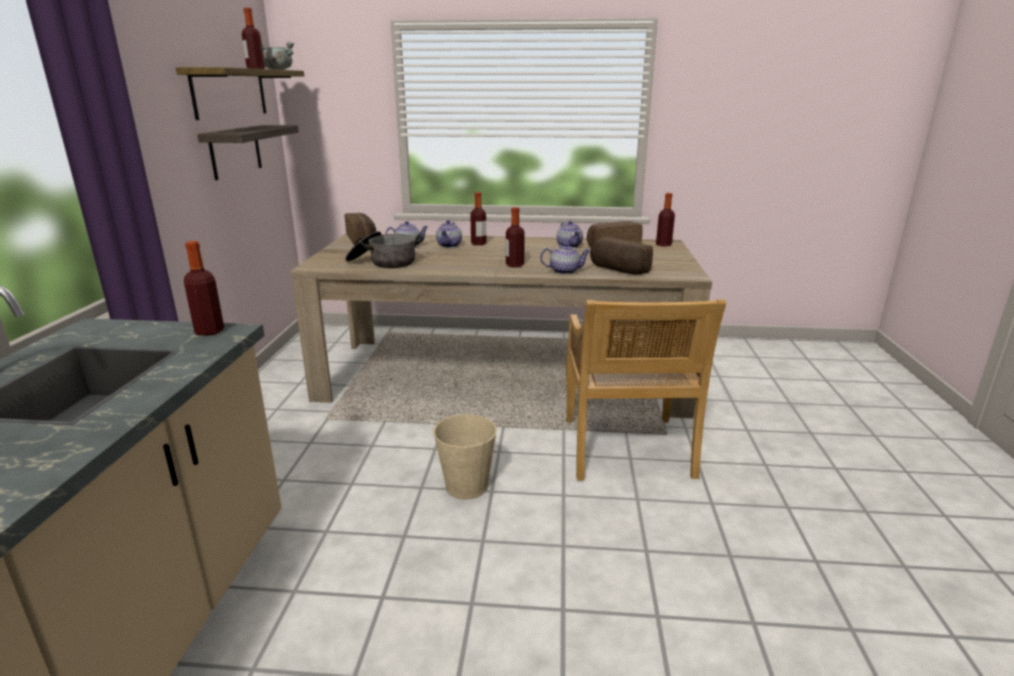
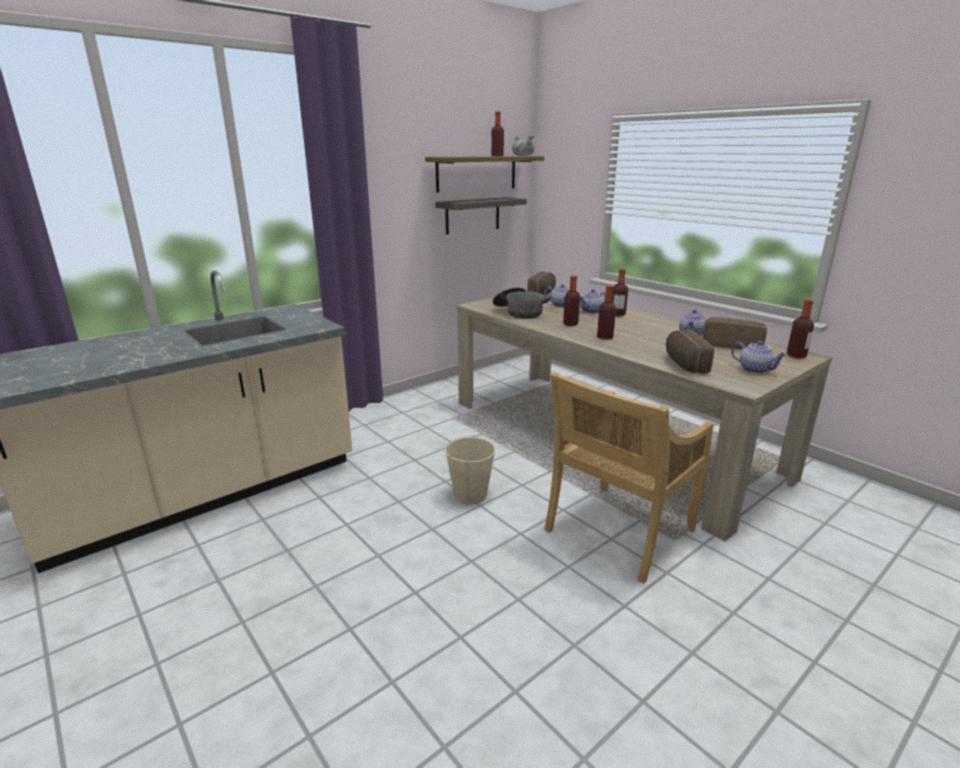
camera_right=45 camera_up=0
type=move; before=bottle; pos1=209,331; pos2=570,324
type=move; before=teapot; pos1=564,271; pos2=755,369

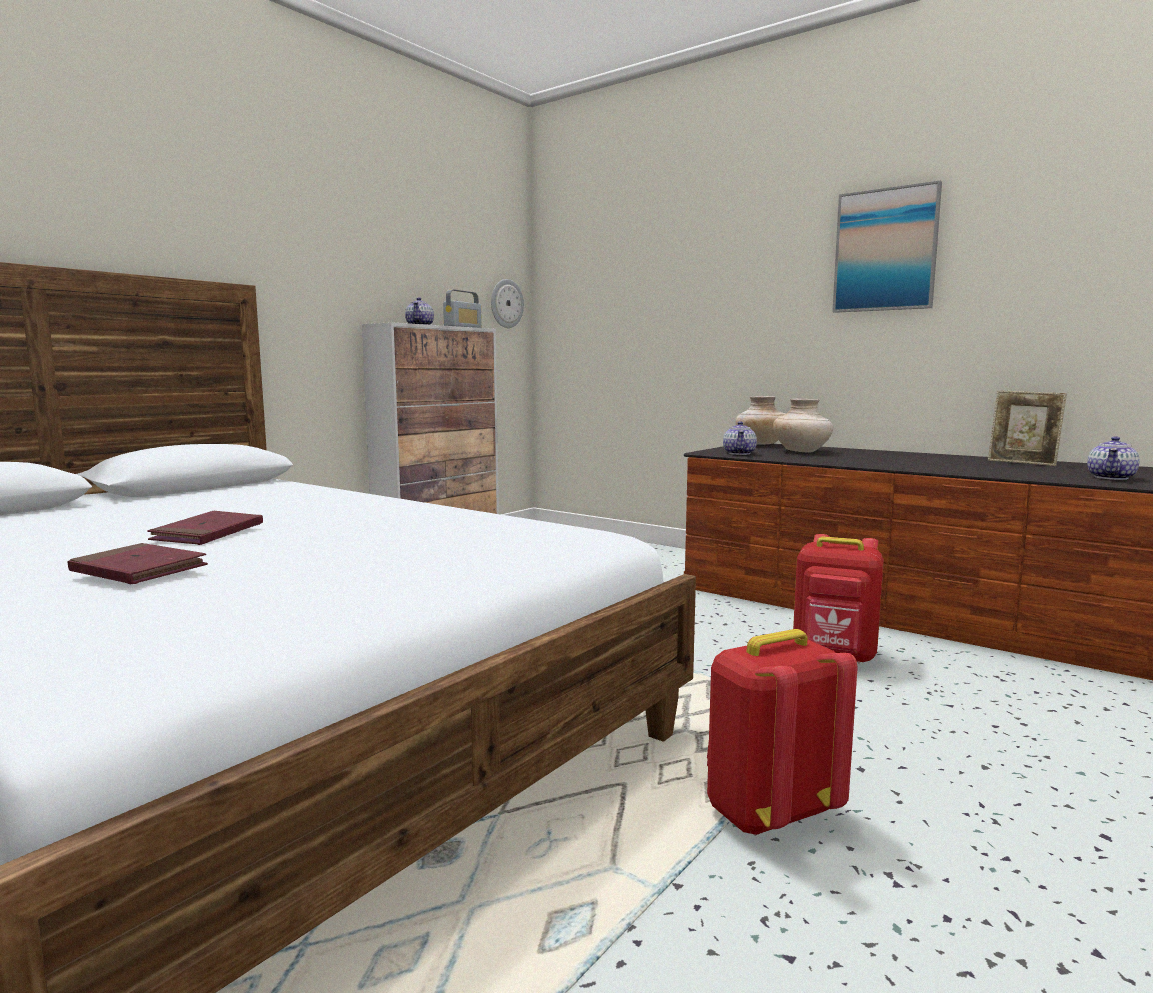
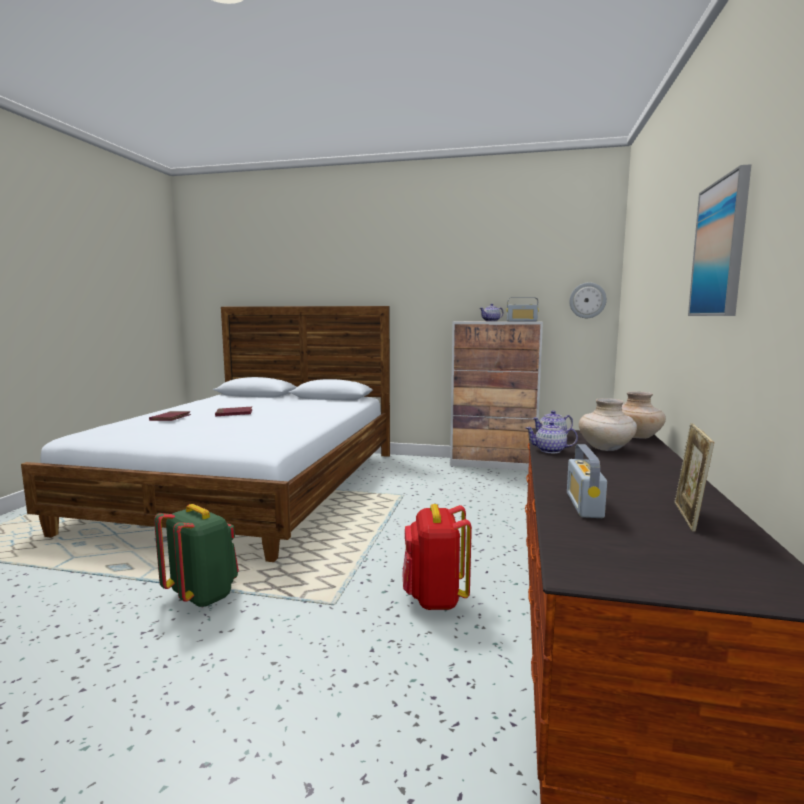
camera_right=65 camera_up=0
type=insert; after=radio; pos2=584,505
type=move; before=teapot; pos1=1111,477; pos2=550,450
type=recolor; before=red backpack; after=green backpack; pos1=768,813; pos2=202,595

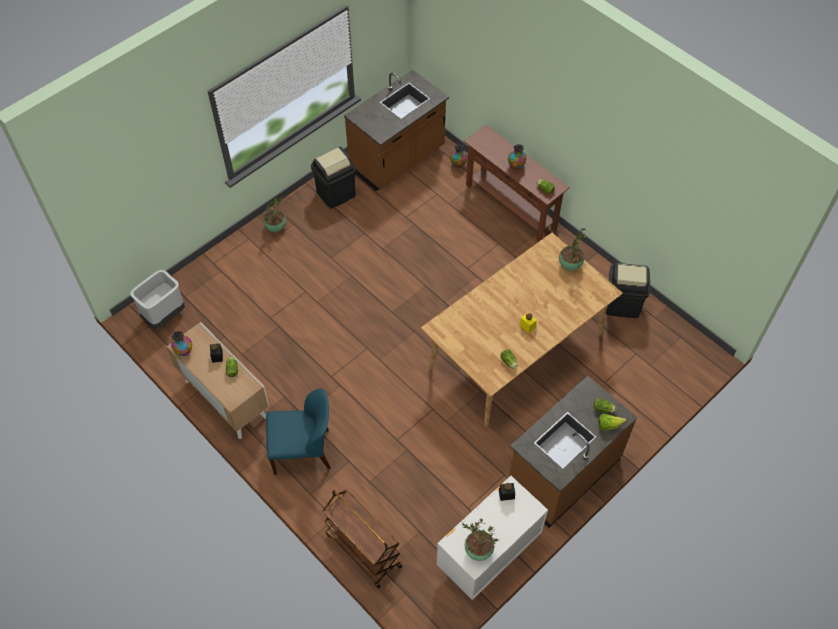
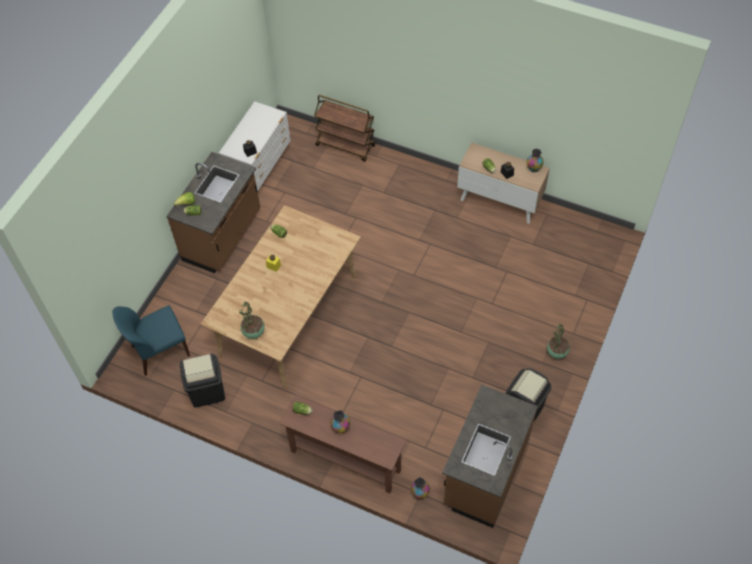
camera_right=160 camera_up=0
type=delete; before=grey trash can; pos1=164,315
type=delete; before=potted plant; pos1=477,550
type=move; before=blue chair; pos1=303,451; pos2=159,351

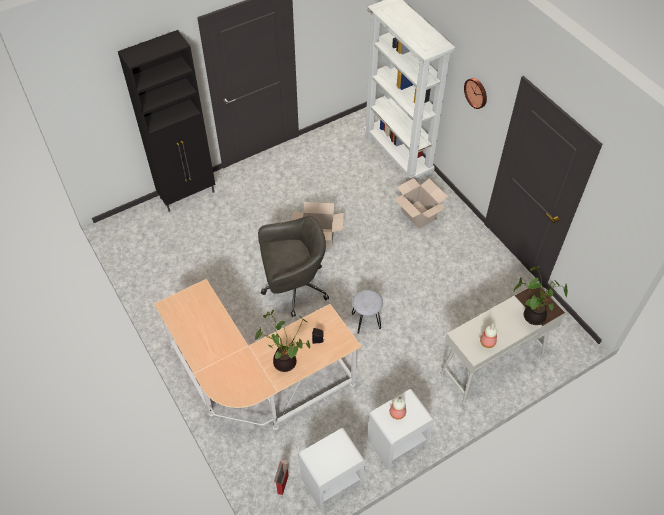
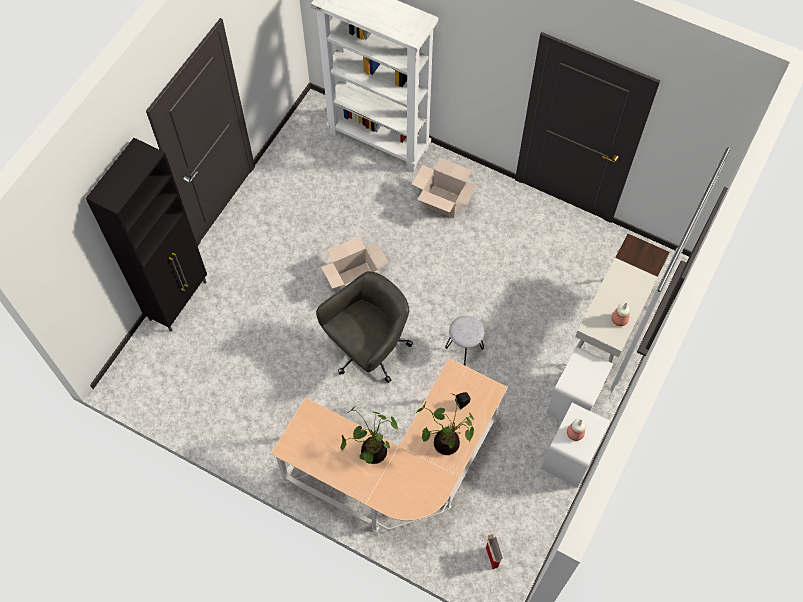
camera_right=-30 camera_up=10
type=delete; before=wall clock; pos1=476,92
type=move; before=white nightstand; pos1=331,481; pos2=574,401
type=move; before=potted plant; pos1=532,315; pos2=372,450

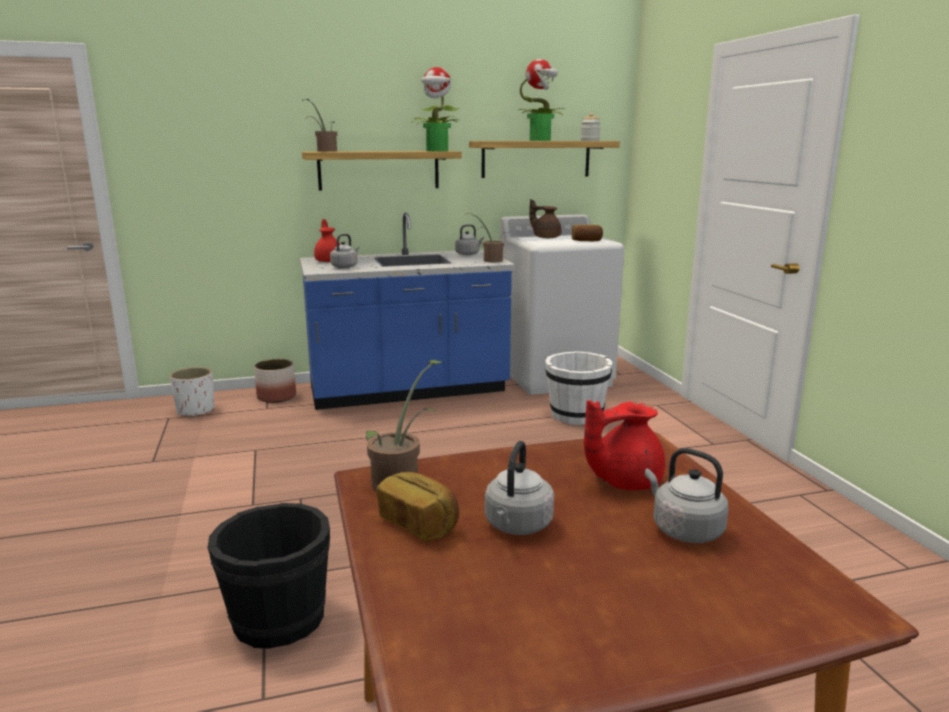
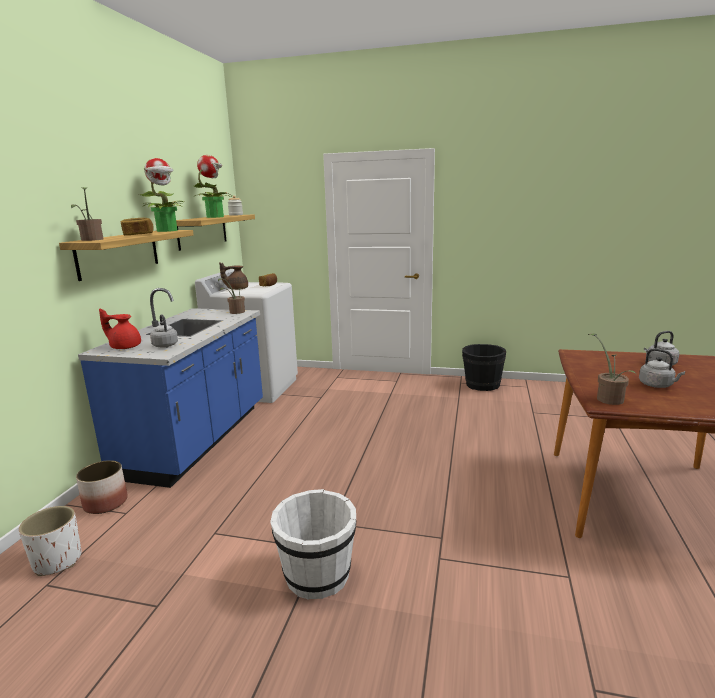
camera_right=-60 camera_up=0
type=delete; before=grey kettle; pos1=468,254
type=delete; before=red teapot; pos1=623,481
type=move; before=black bucket; pos1=278,618; pos2=482,385
type=move; before=bread; pos1=419,523; pos2=138,234
type=move; before=white bucket; pos1=576,415; pos2=317,576

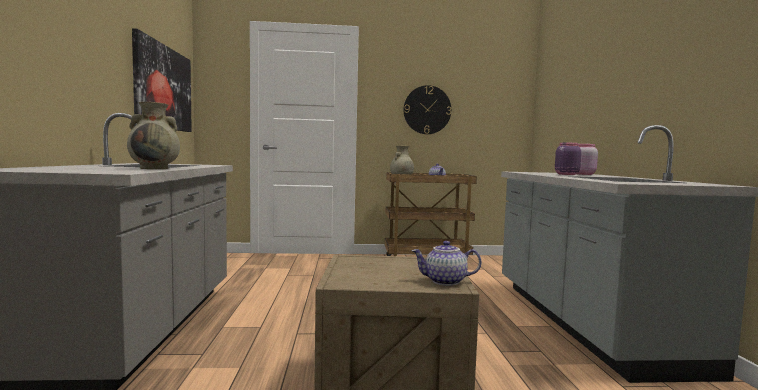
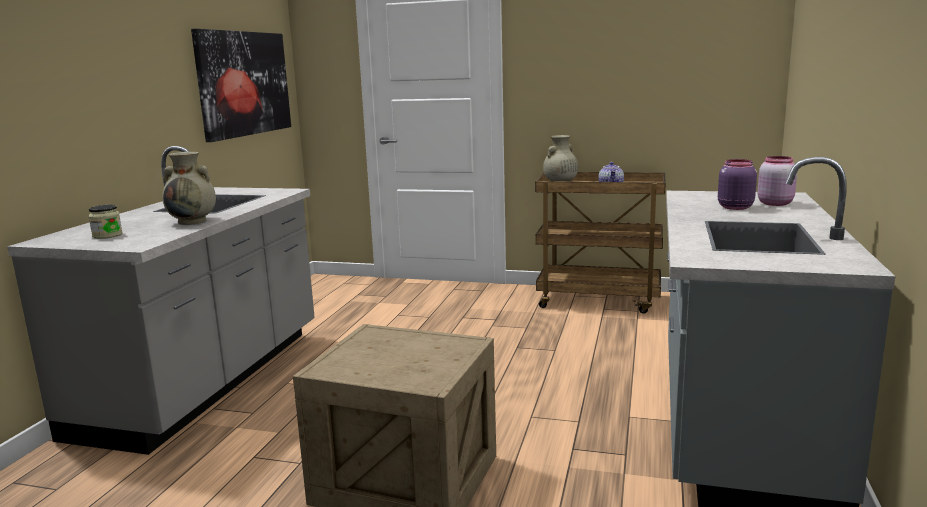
camera_right=20 camera_up=10
type=delete; before=wall clock; pos1=427,110
type=delete; before=teapot; pos1=445,281
type=insert; after=jar; pos2=107,235

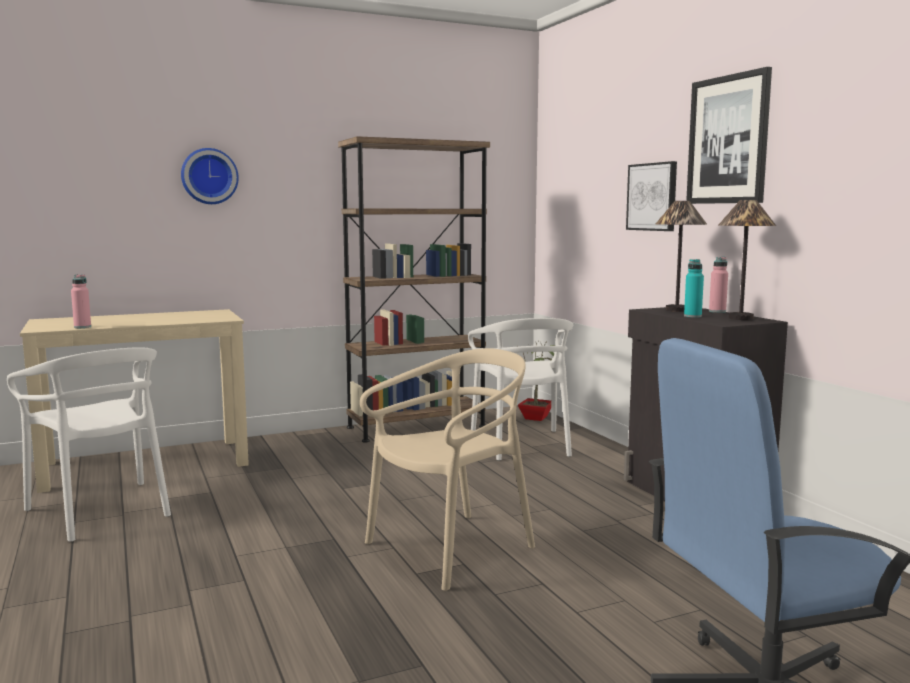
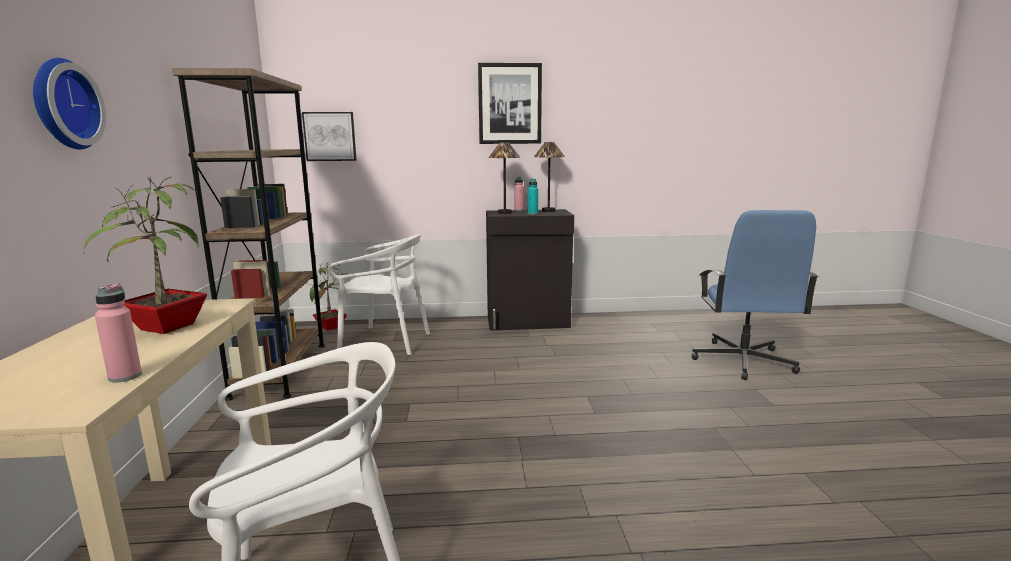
camera_right=-70 camera_up=5
type=delete; before=beige chair; pos1=451,548
type=insert; after=potted plant; pos2=164,328
type=move; before=picture; pos1=652,197; pos2=330,136

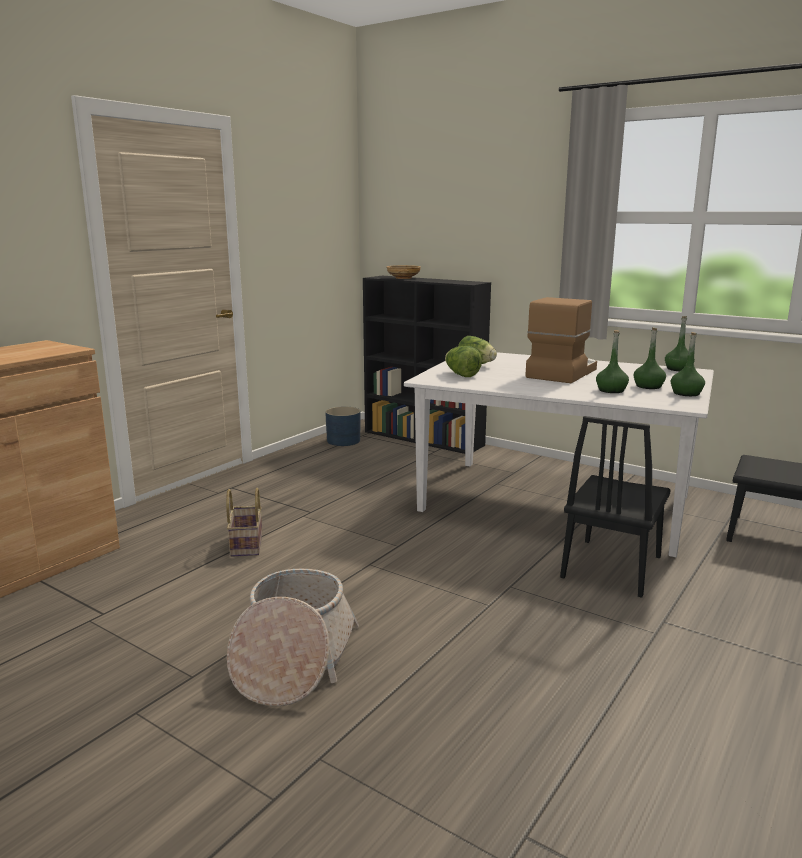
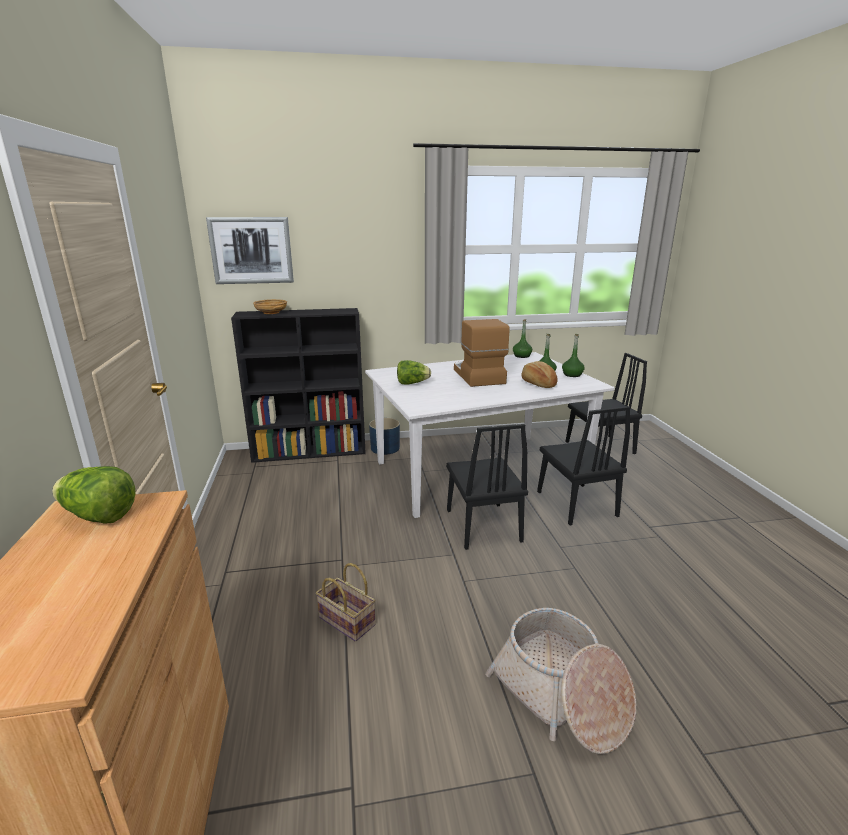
camera_right=-45 camera_up=5
type=insert; after=picture; pos2=251,250
type=insert; after=black chair; pos2=483,525
type=move; before=blue planter; pos1=344,441; pos2=385,448
type=move; before=lettuce; pos1=461,375; pos2=99,516
type=replace; before=green bottle; after=bread; pos1=611,390; pos2=538,383

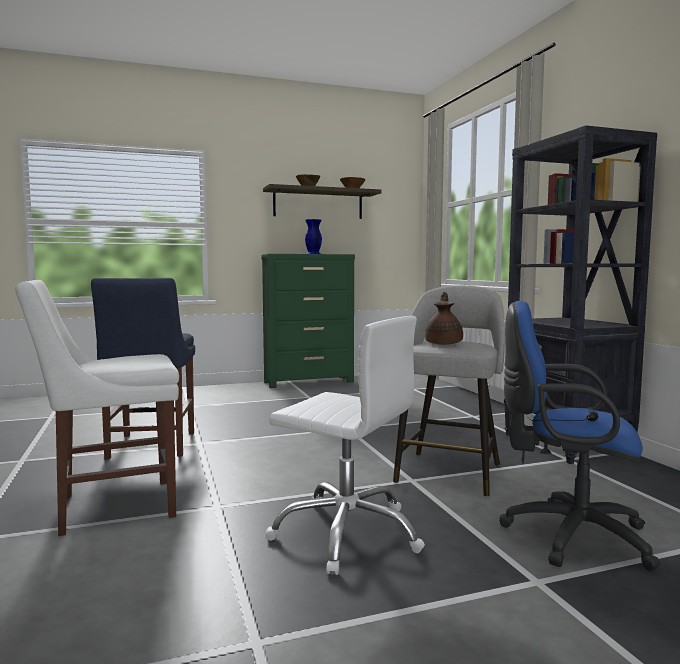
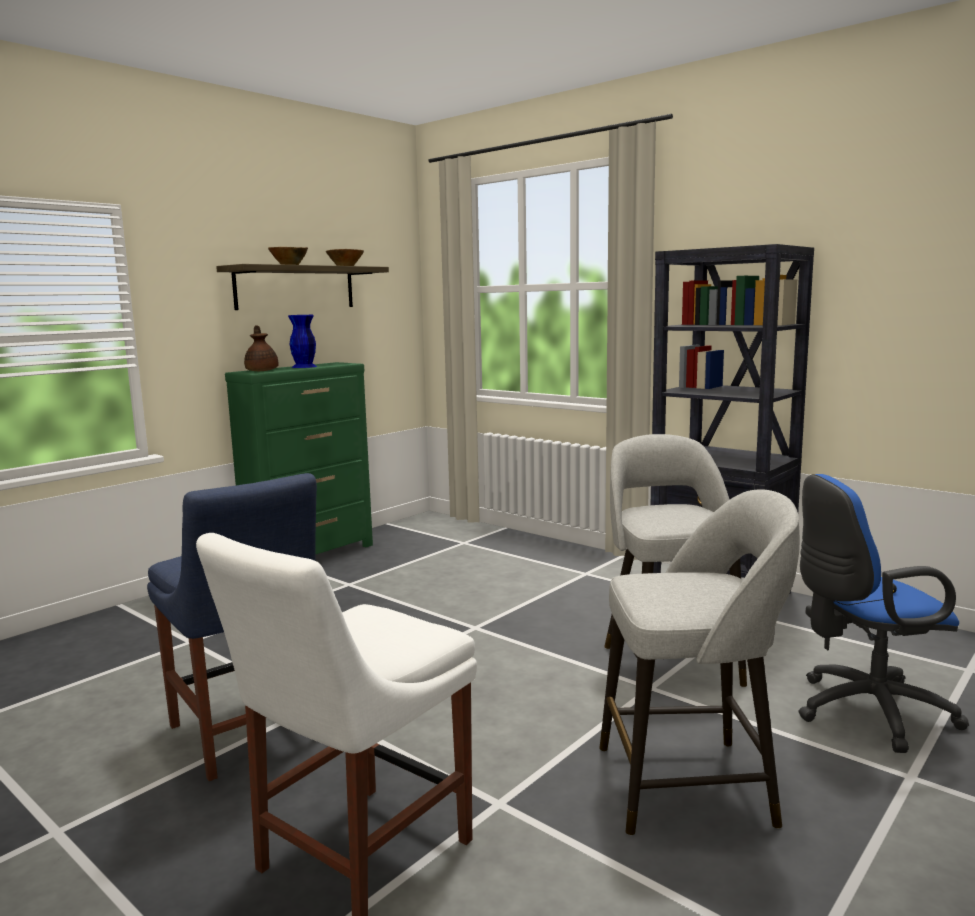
camera_right=-30 camera_up=5
type=move; before=brown teapot; pos1=444,343; pos2=262,370
type=replace; before=white office chair; after=grey stool; pos1=347,533; pos2=690,785

